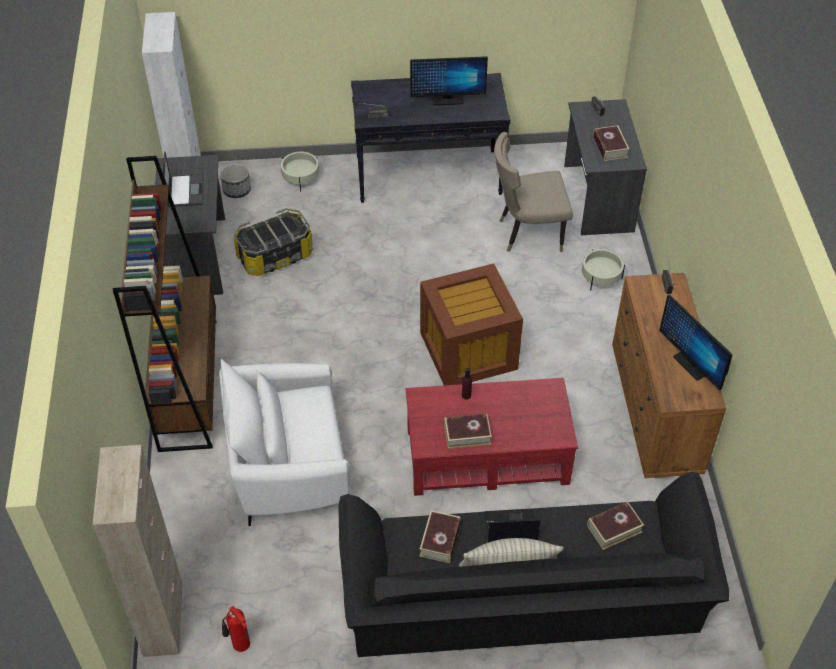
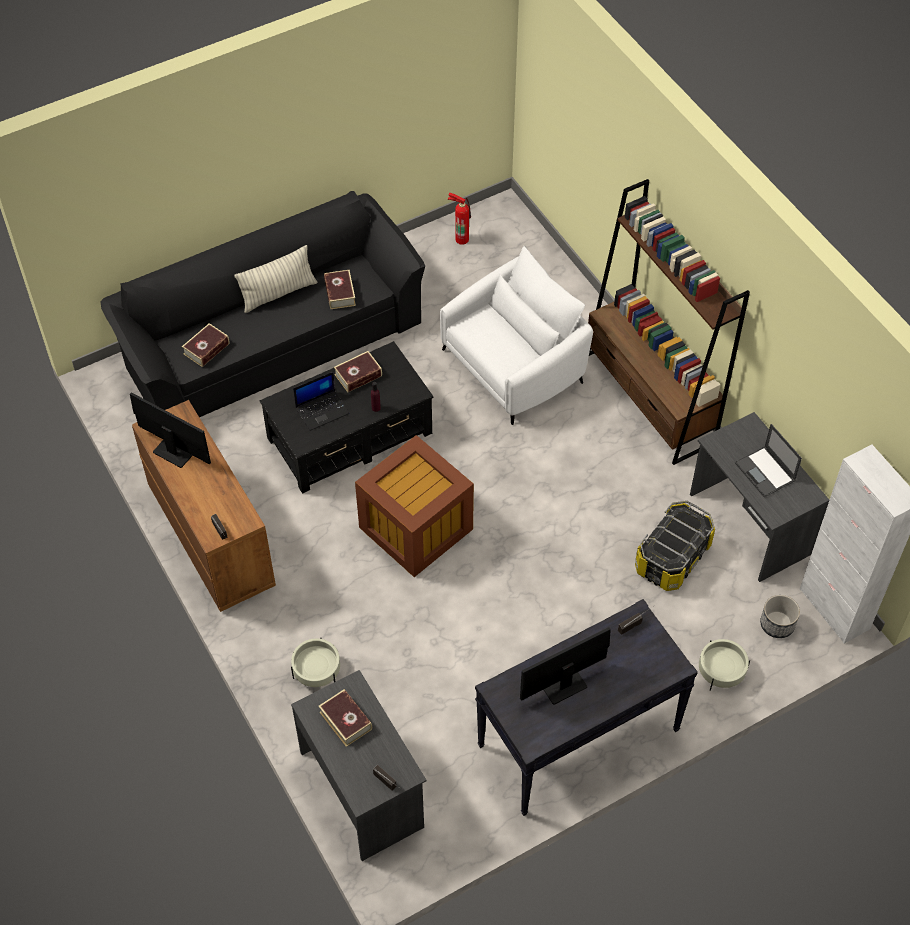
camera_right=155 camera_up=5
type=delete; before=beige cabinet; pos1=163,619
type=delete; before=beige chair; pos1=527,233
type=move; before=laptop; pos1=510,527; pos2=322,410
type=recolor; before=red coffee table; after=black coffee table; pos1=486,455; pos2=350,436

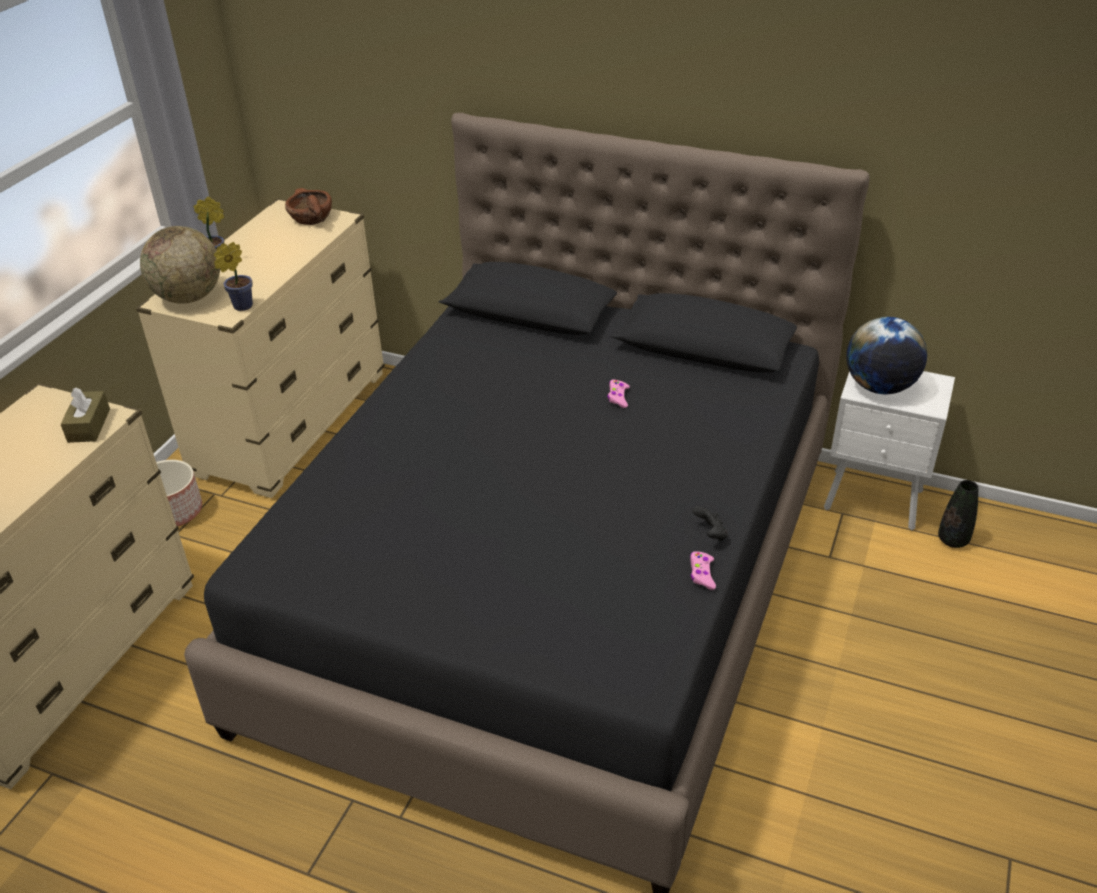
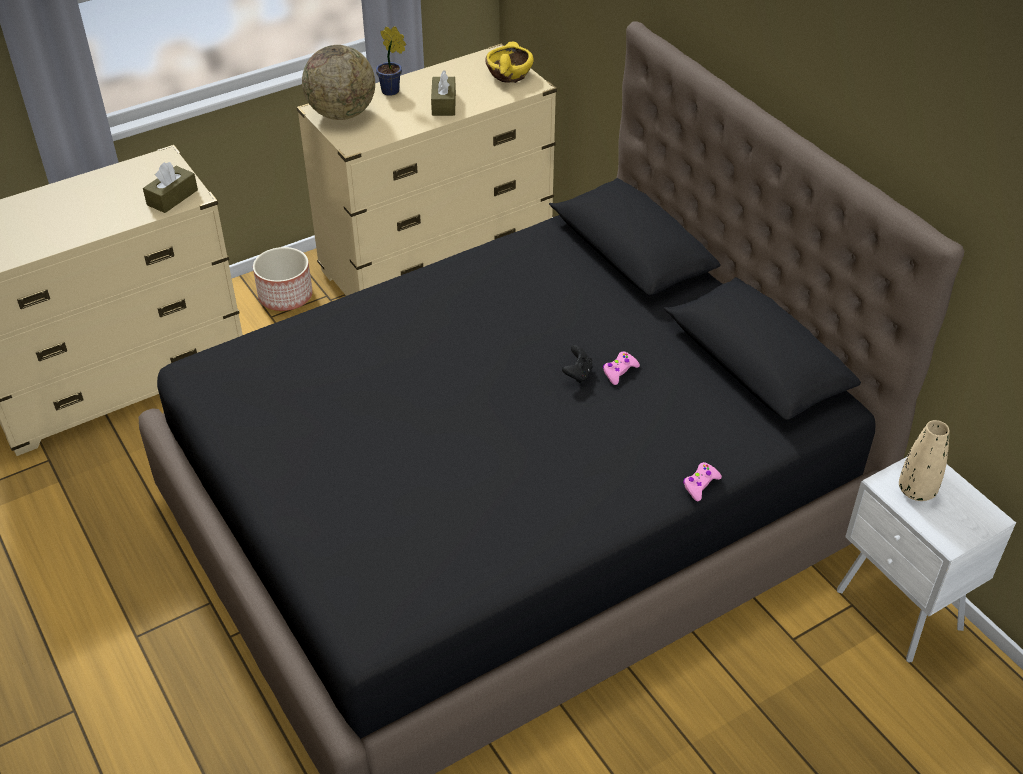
camera_right=35 camera_up=5
type=delete; before=potted plant; pos1=240,307
type=delete; before=black vase; pos1=953,540
type=insert; after=brown tissue box; pos2=443,104
type=move; before=pink game controller; pos1=702,574; pos2=700,485
type=move; before=black game controller; pos1=710,534; pos2=577,374
type=replace; before=globe; after=beige vase; pos1=879,387; pos2=916,491
type=recolor; before=brown bowl; after=yellow bowl; pos1=311,218; pos2=508,74

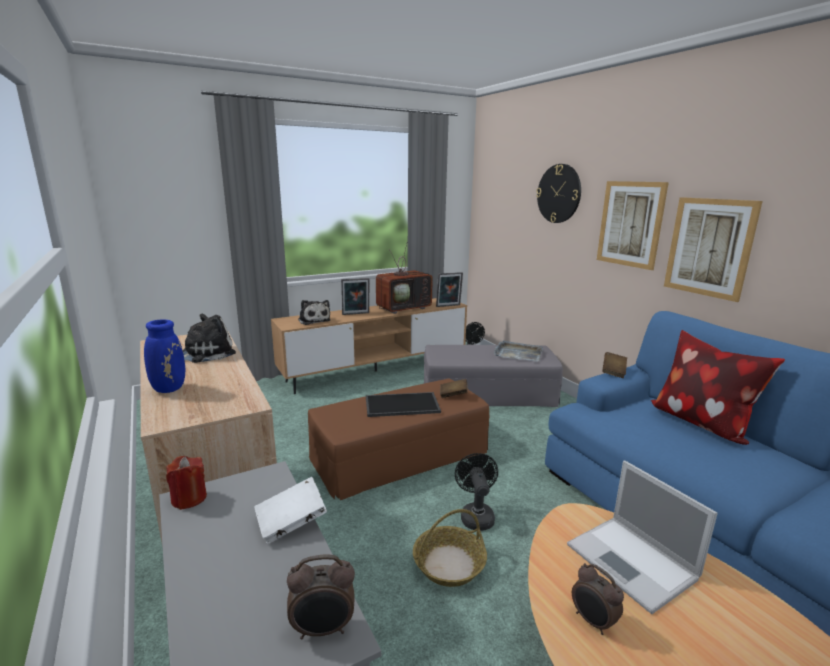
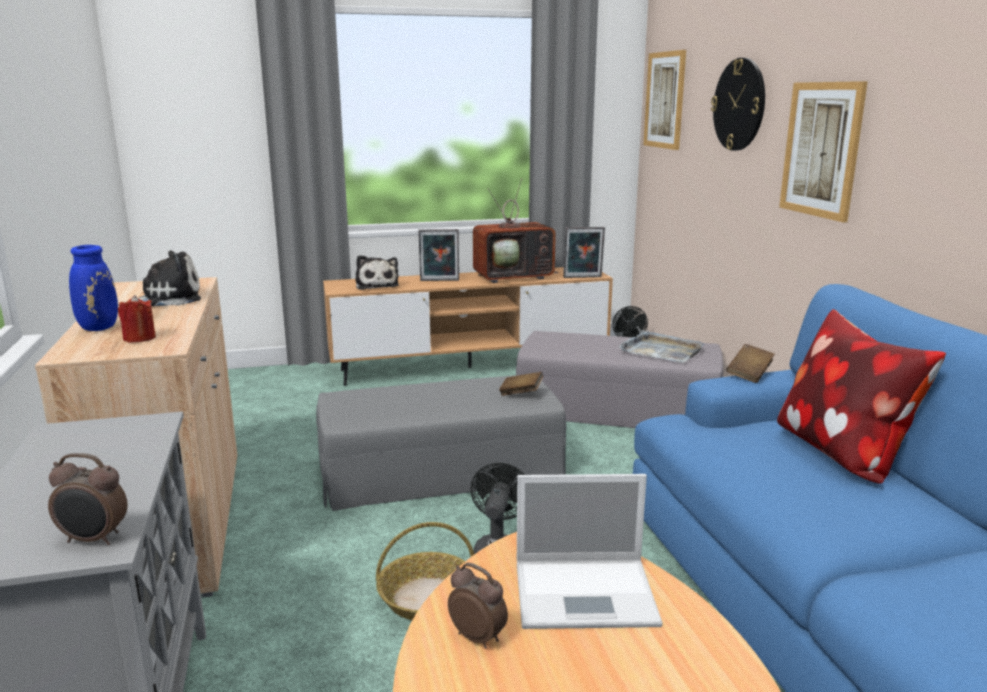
camera_right=15 camera_up=0
type=delete; before=white book; pos1=291,523
type=delete; before=tray; pos1=401,405
type=move; before=red candle; pos1=189,498; pos2=139,338
type=move; before=picture; pos1=709,247; pos2=665,100
type=recolor; before=brown ottoman; after=grey ottoman; pos1=399,454; pos2=440,469
type=rotate; before=laptop; pos1=633,563; pos2=587,593; turn=-75
type=rotate; before=alarm clock; pos1=592,621; pos2=478,637; turn=150

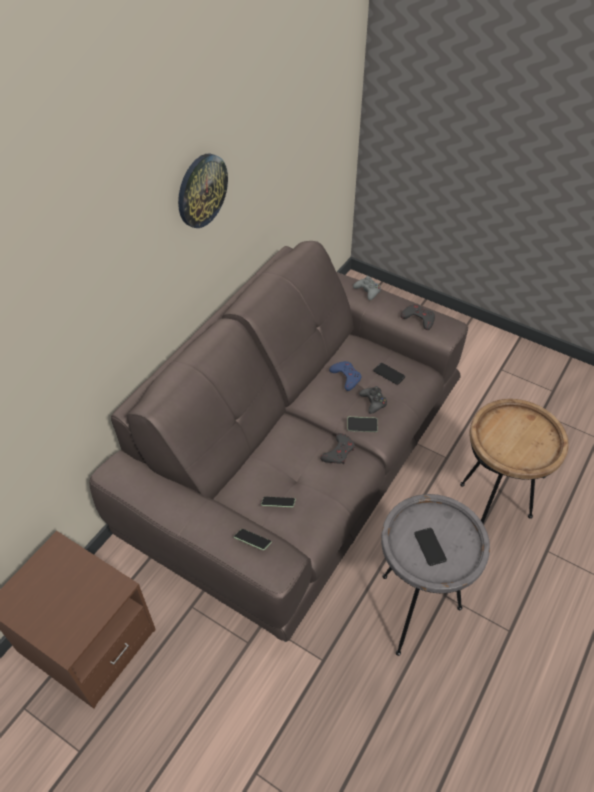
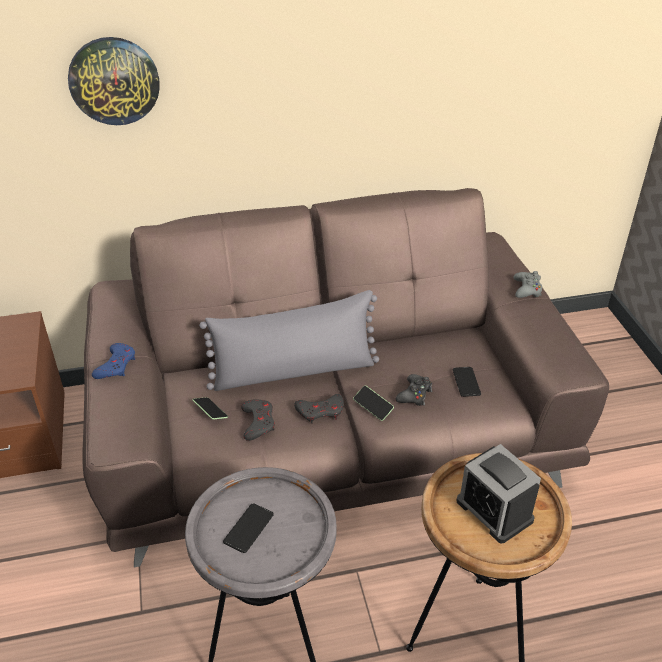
camera_right=45 camera_up=-10
type=delete; before=phone; pos1=252,542
type=insert; after=grey pillow; pos2=294,371
type=insert; after=alarm clock; pos2=494,510
type=move; before=wall clock; pos1=201,190; pos2=114,81
type=move; before=blue game controller; pos1=346,377; pos2=116,365
type=move; before=grey game controller; pos1=418,319; pos2=258,422

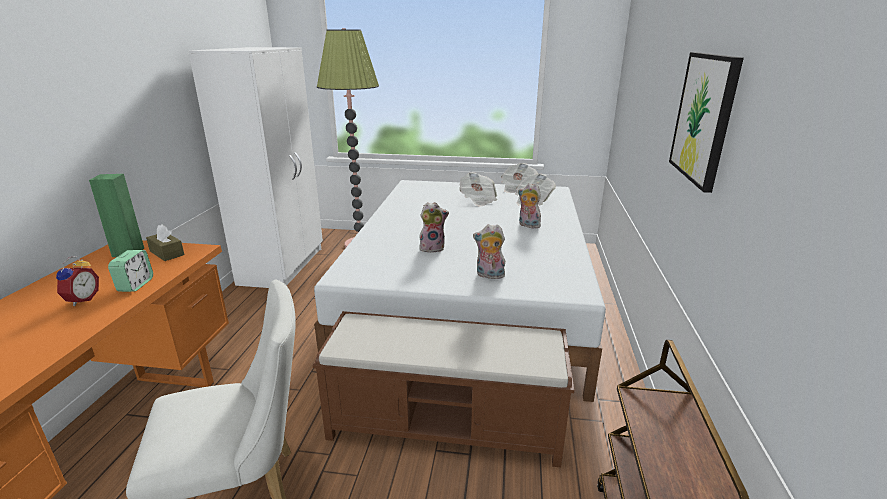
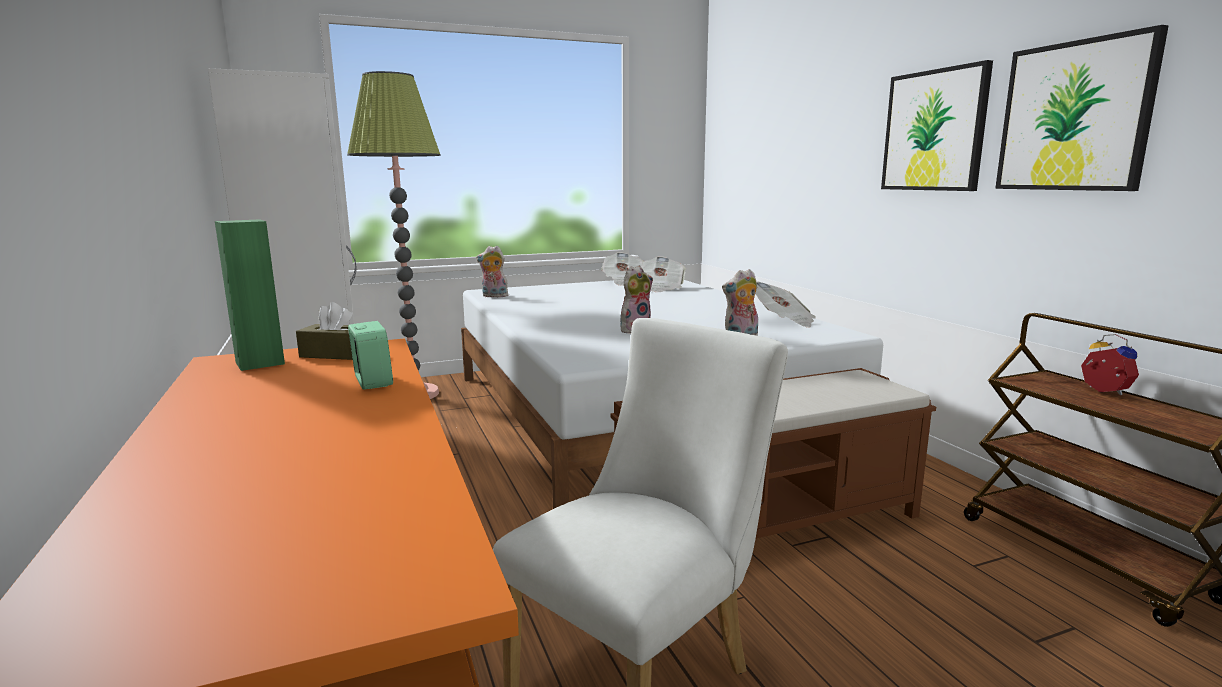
camera_right=-30 camera_up=-10
type=insert; after=picture; pos2=1074,116
type=move; before=alarm clock; pos1=81,300; pos2=1103,391
type=move; before=newspaper; pos1=478,200; pos2=783,322
type=move; before=plush toy; pos1=528,225; pos2=494,296

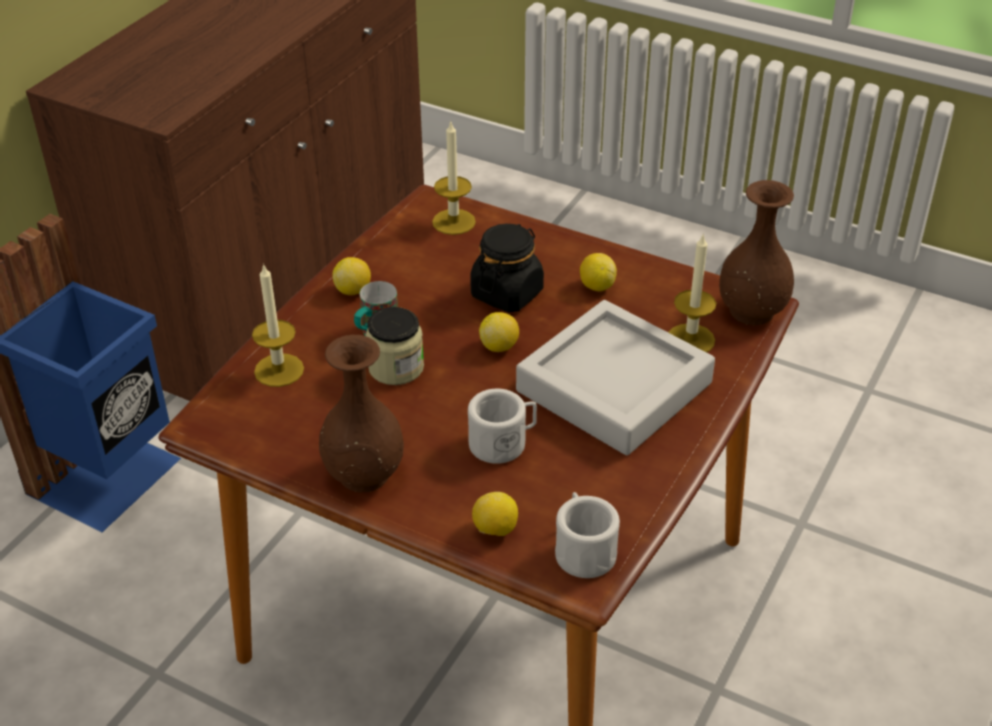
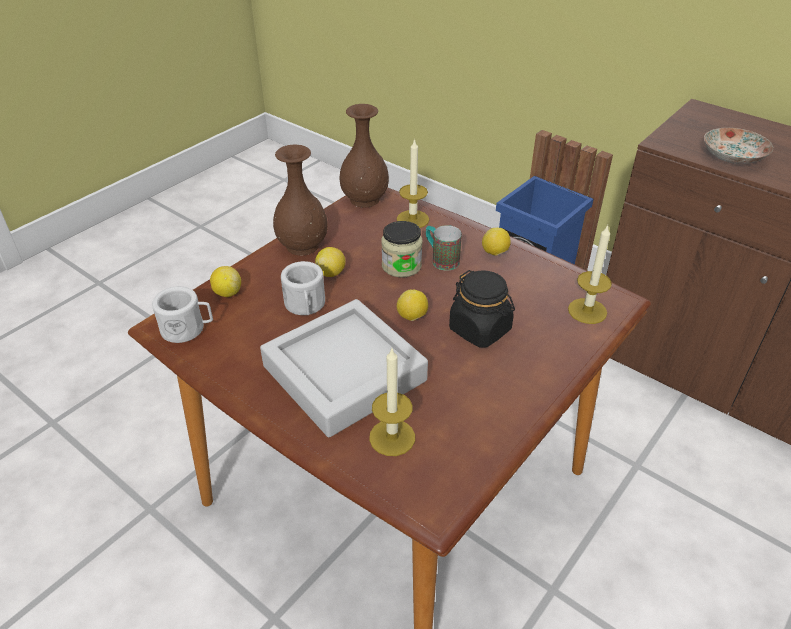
camera_right=100 camera_up=0
type=insert; after=plate; pos2=733,157
type=move; before=lemon; pos1=597,286; pos2=331,273
type=move; before=brown vase; pos1=751,310; pos2=365,199

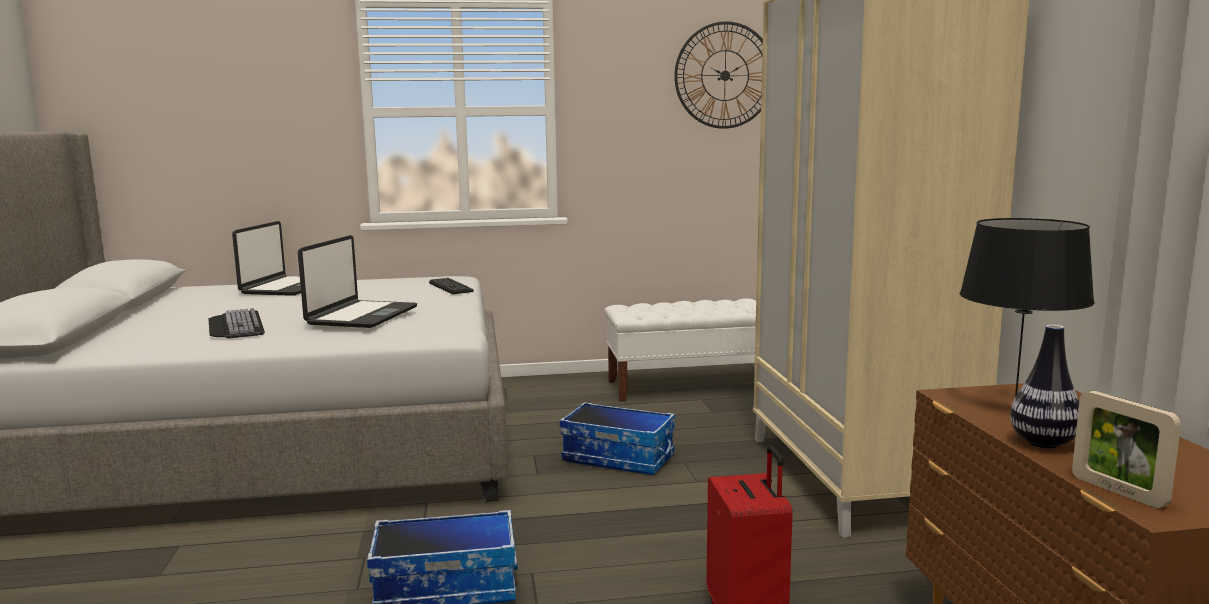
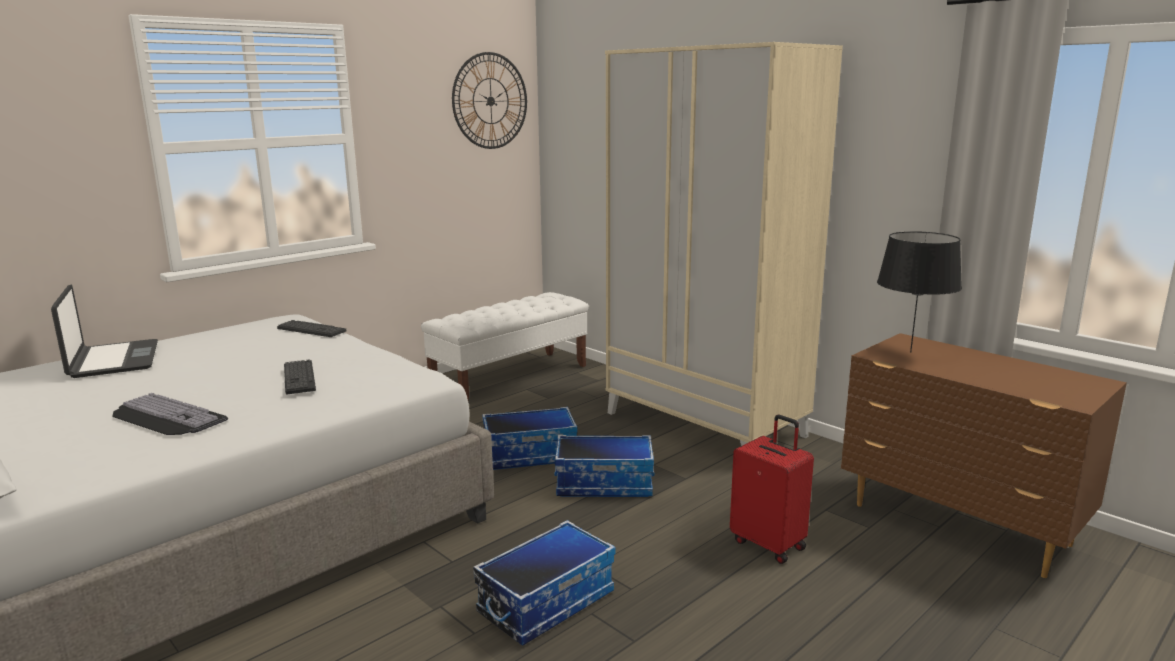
camera_right=-35 camera_up=5
type=delete; before=vase; pos1=1043,443
type=delete; before=picture frame; pos1=1118,491
type=insert; after=storage box; pos2=604,484
type=replace; before=laptop; after=keyboard; pos1=361,316; pos2=299,378

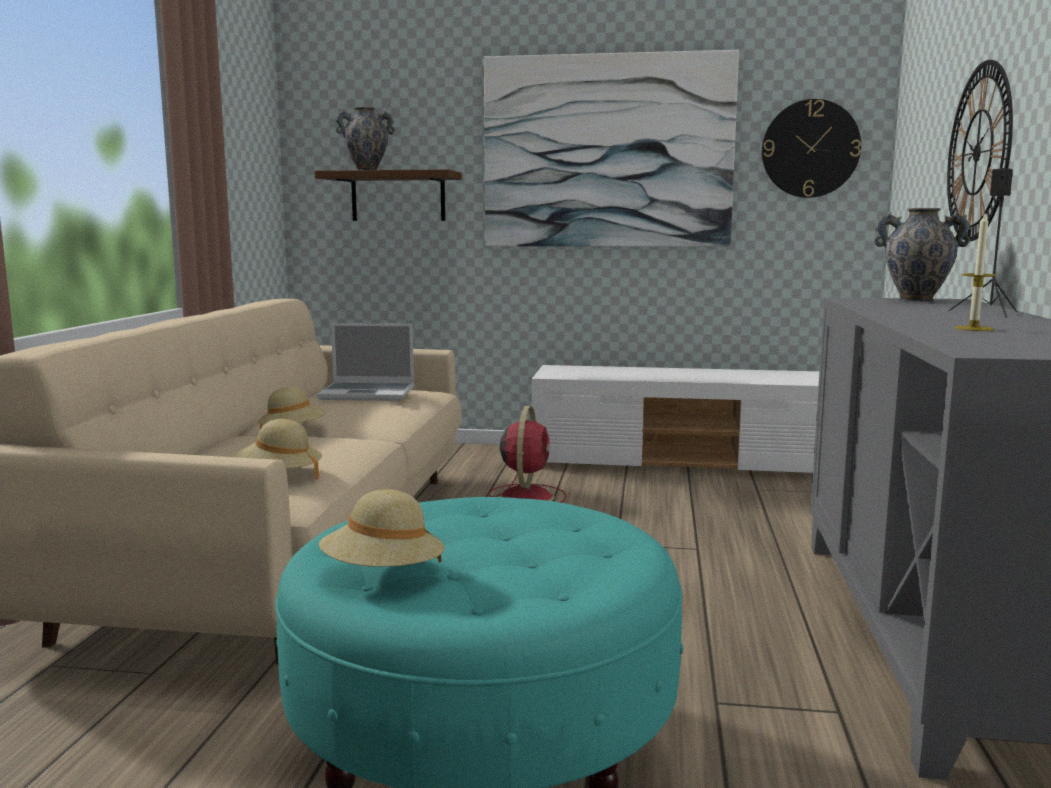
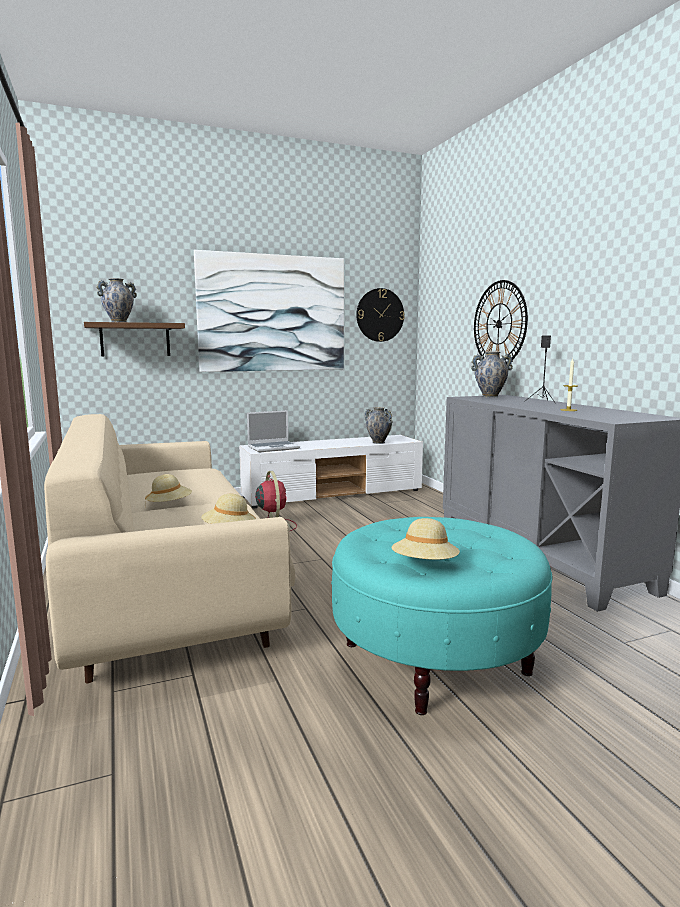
camera_right=-30 camera_up=0
type=insert; after=vase; pos2=378,442
type=move; before=laptop; pos1=369,394; pos2=274,447

